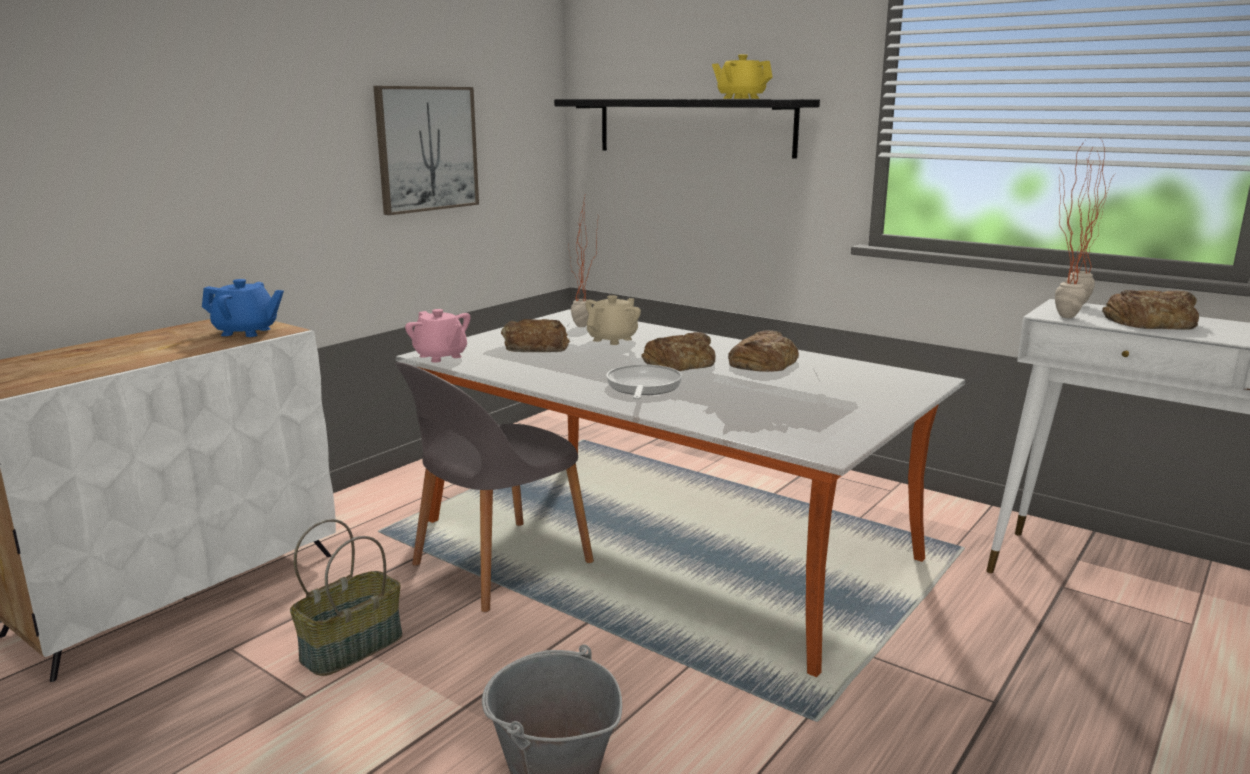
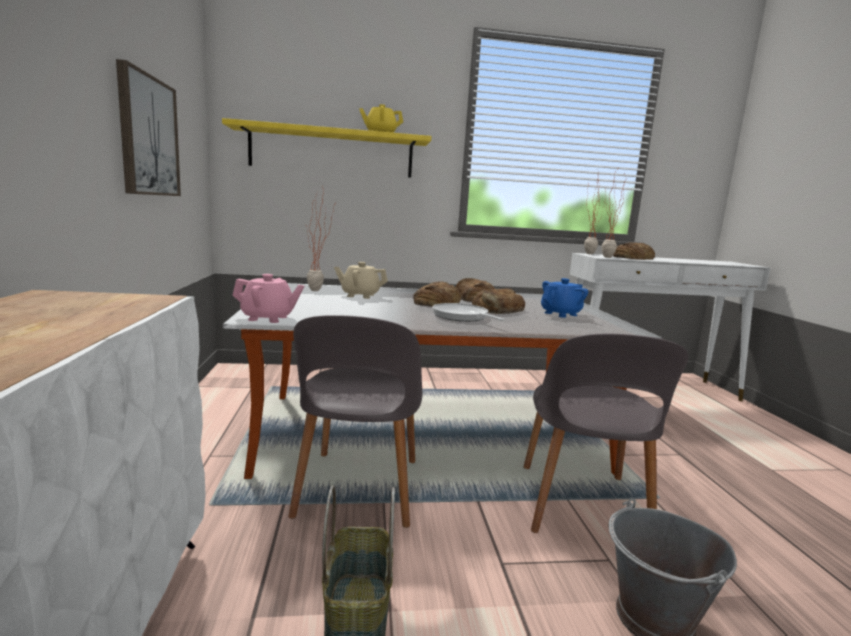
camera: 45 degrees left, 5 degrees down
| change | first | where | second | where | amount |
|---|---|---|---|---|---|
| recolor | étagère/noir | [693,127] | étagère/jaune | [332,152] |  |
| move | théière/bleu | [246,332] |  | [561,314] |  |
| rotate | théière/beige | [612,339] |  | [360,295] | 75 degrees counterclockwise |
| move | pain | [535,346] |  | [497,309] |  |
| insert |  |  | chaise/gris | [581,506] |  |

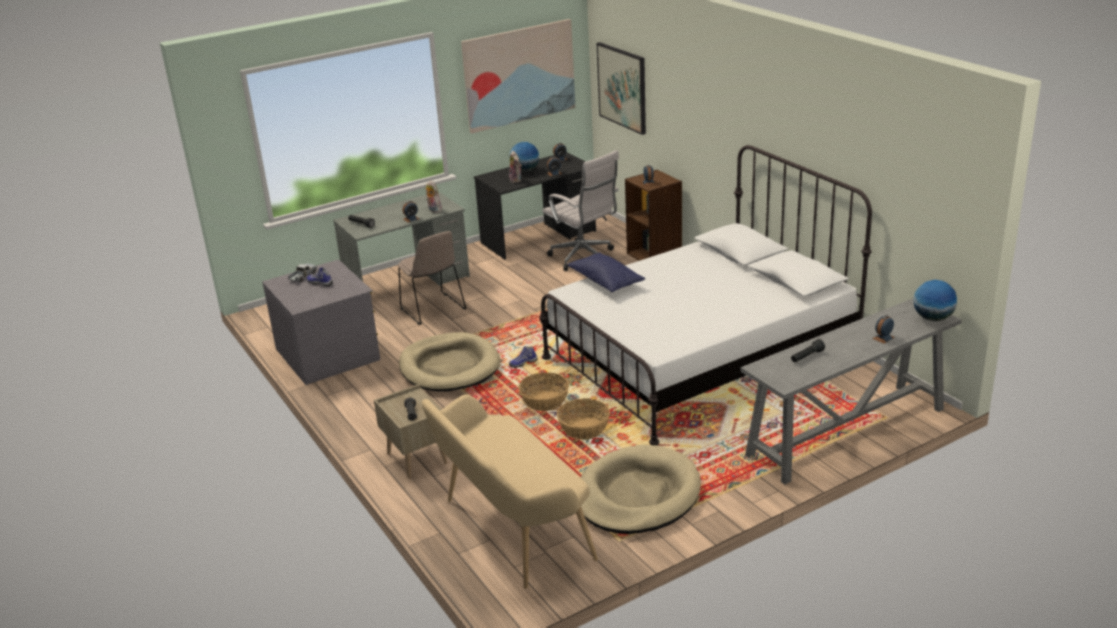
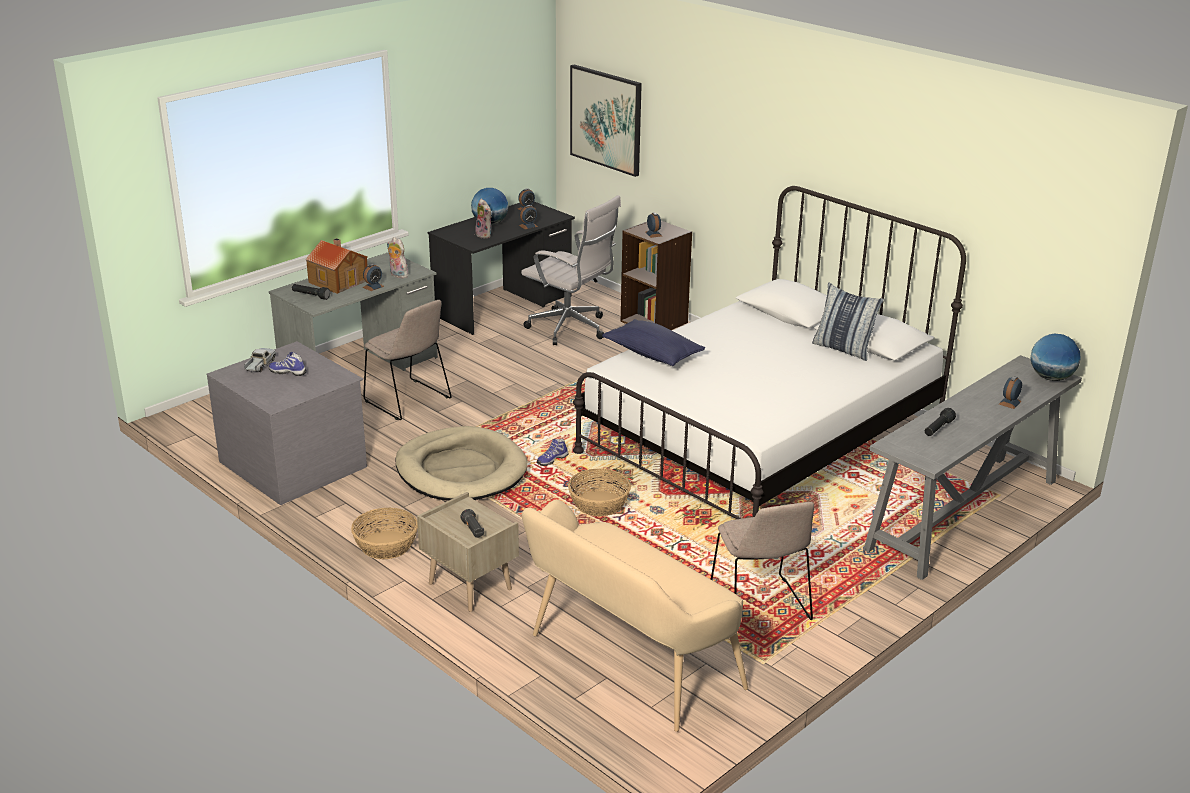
camera: 15 degrees left, 0 degrees up
| change | first | where | second | where | amount |
|---|---|---|---|---|---|
| delete | tableau | [519,75] |  |  |  |
| move | panier | [584,428] |  | [386,545] |  |
| replace | panier pour chien/beige | [637,495] | chaise/beige | [760,607] |  |
| insert |  |  | maison miniature | [338,281] |  |
| insert |  |  | coussin | [843,349] |  |

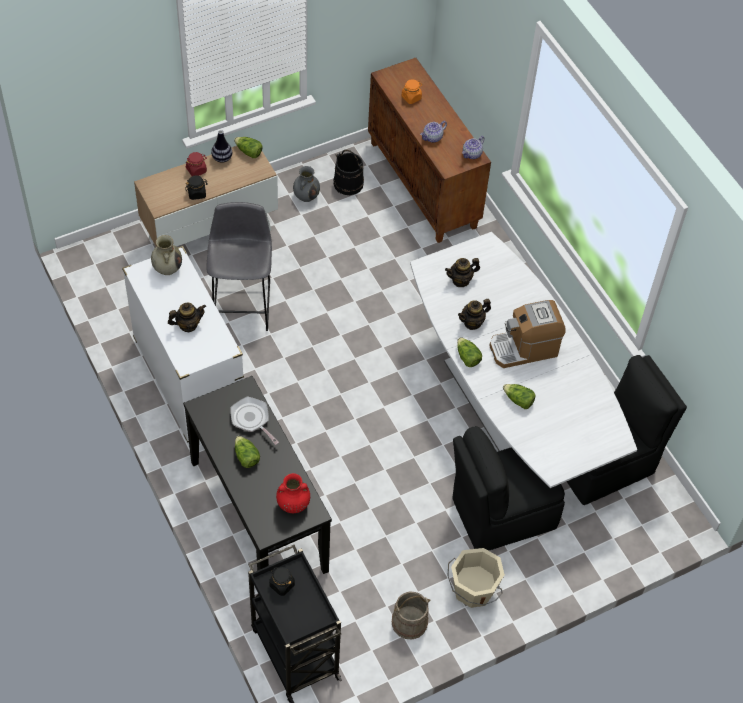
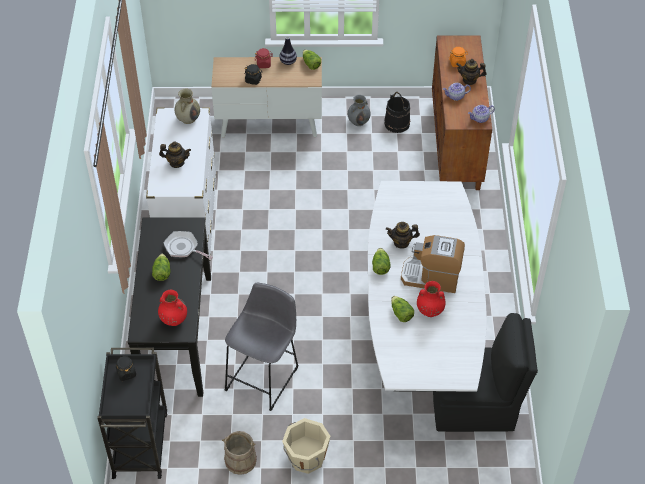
camera: 30 degrees right, 5 degrees down
| change | first | where | second | where | amount |
|---|---|---|---|---|---|
| move | tabouret/gris | [242,302] |  | [264,376] |  |
| move | théière | [461,280] |  | [469,80] |  |
| rotate | poêle | [252,419] |  | [183,248] | 45 degrees counterclockwise |
| delete | chaise/noir | [501,514] |  |  |  |
| insert |  |  | vase/rouge | [429,311] |  |

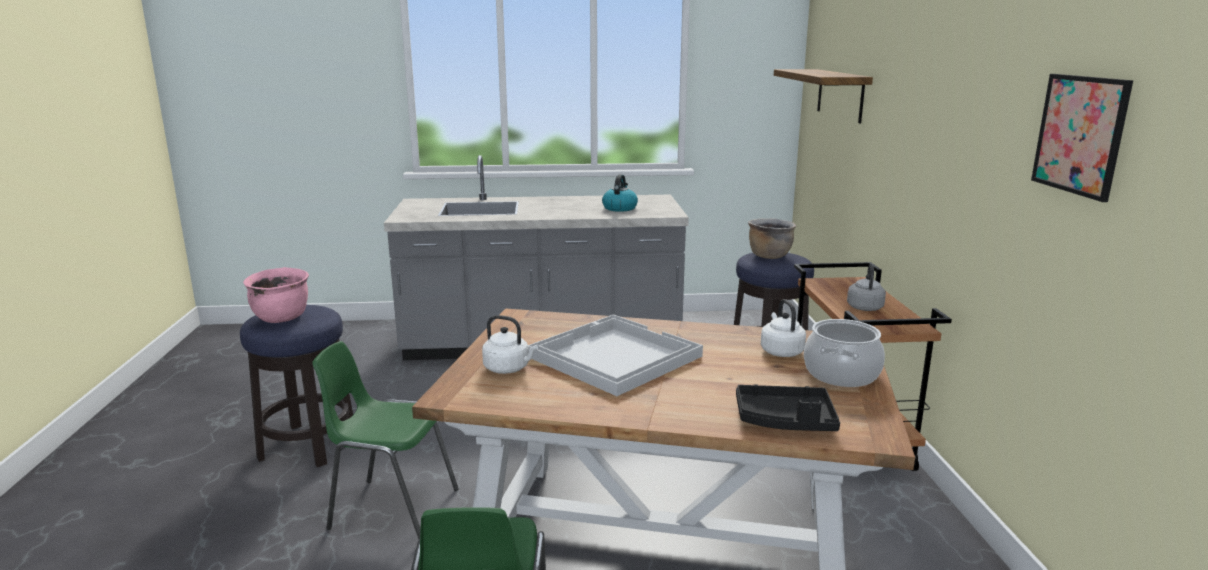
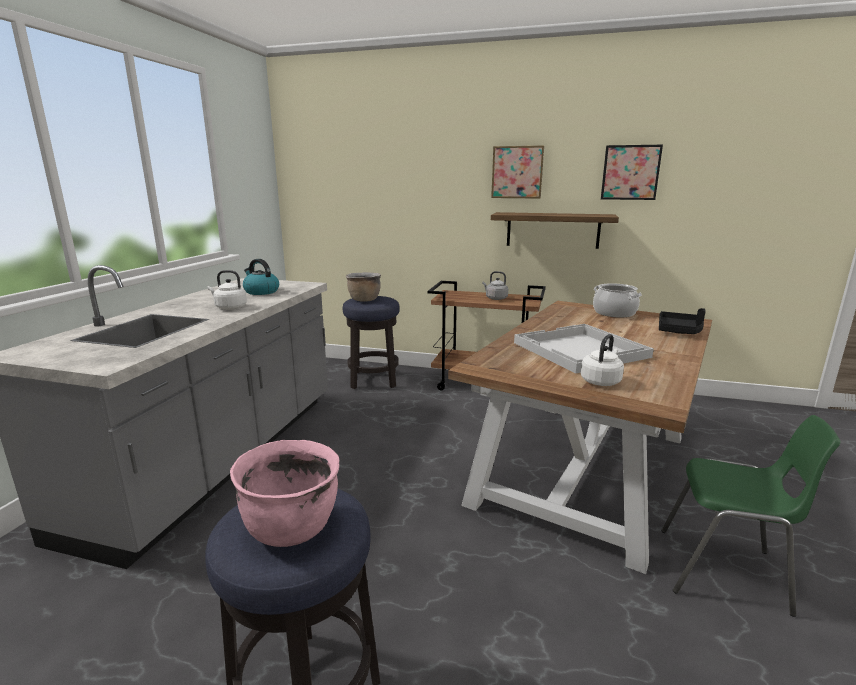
camera: 70 degrees left, 0 degrees up
| change | first | where | second | where | amount |
|---|---|---|---|---|---|
| move | étagère | [840,94] |  | [552,230] |  |
| move | bouilloire/blanc | [781,351] |  | [229,307] |  |
| delete | chaise/vert | [391,508] |  |  |  |
| insert |  |  | tableau | [517,172] |  |

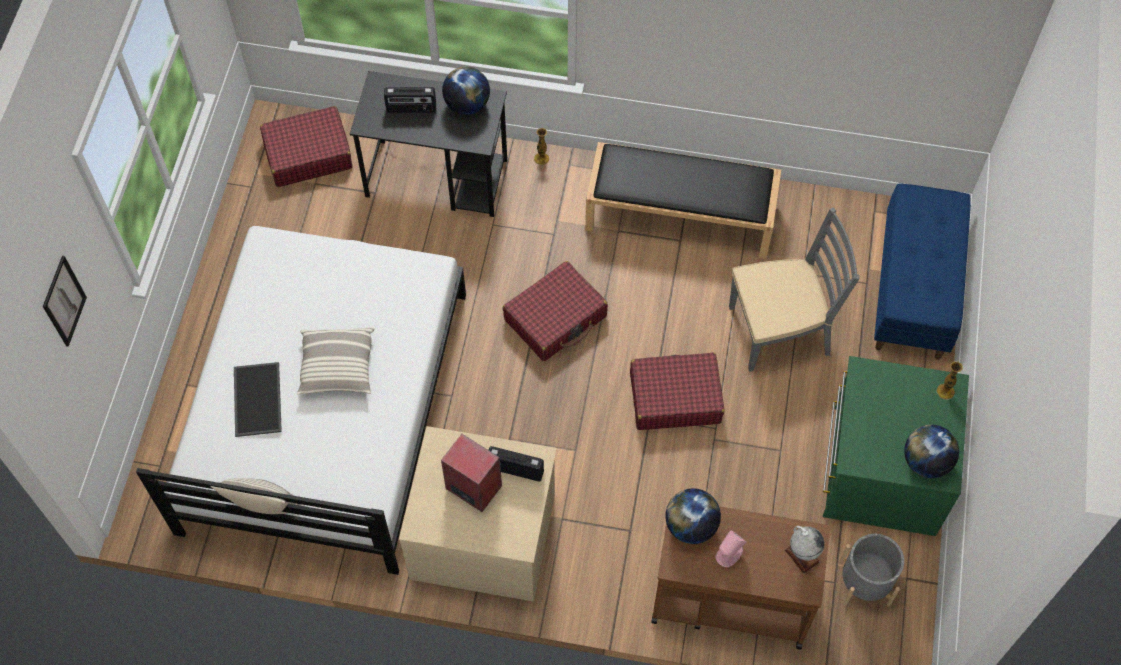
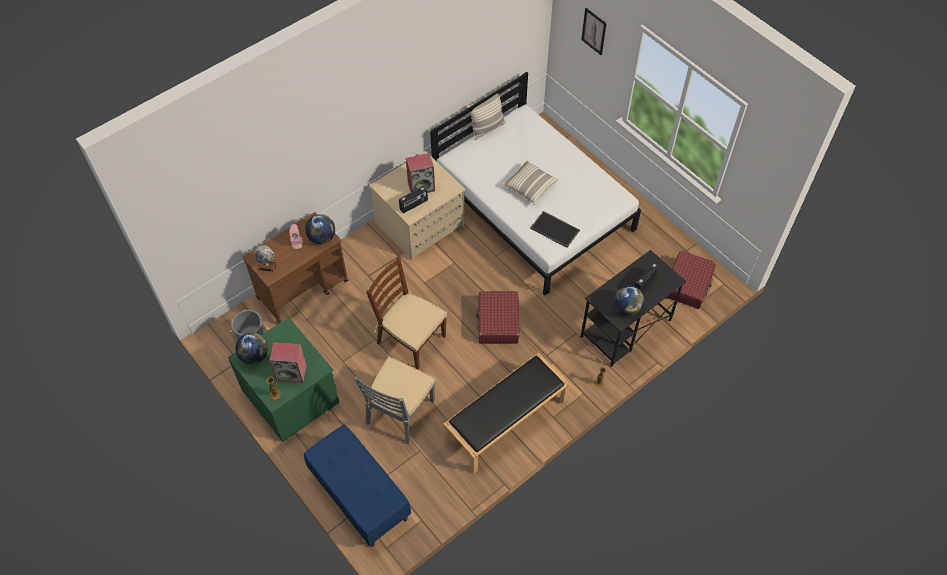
camera: 130 degrees right, 5 degrees down
| change | first | where | second | where | amount |
|---|---|---|---|---|---|
| replace | valise/rouge | [674,398] | chaise/marron | [410,339] |  |
| move | plateau | [256,399] |  | [555,229] |  |
| insert |  |  | enceinte | [292,372] |  |

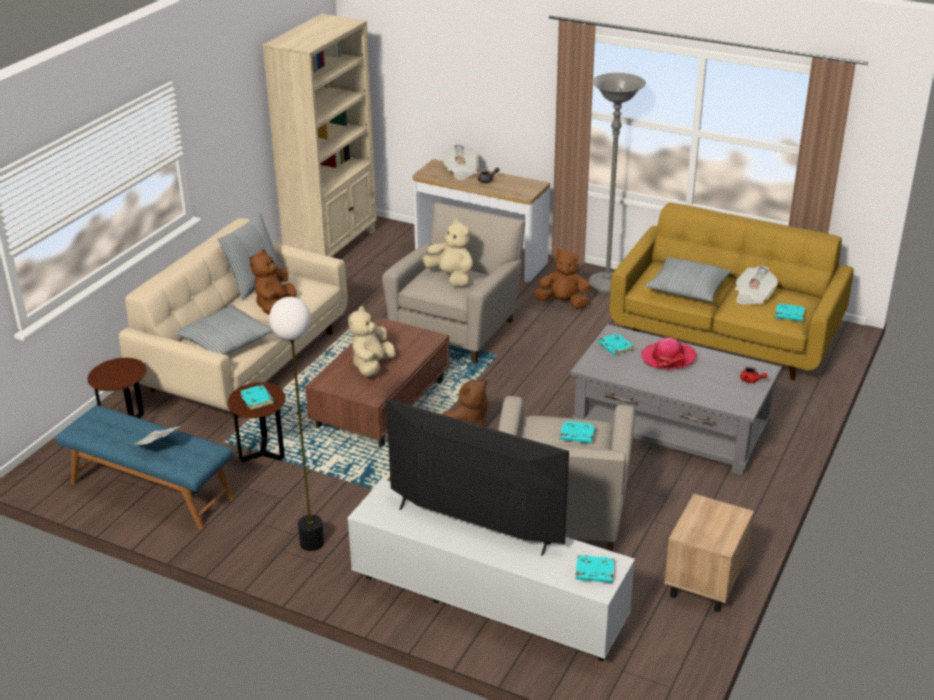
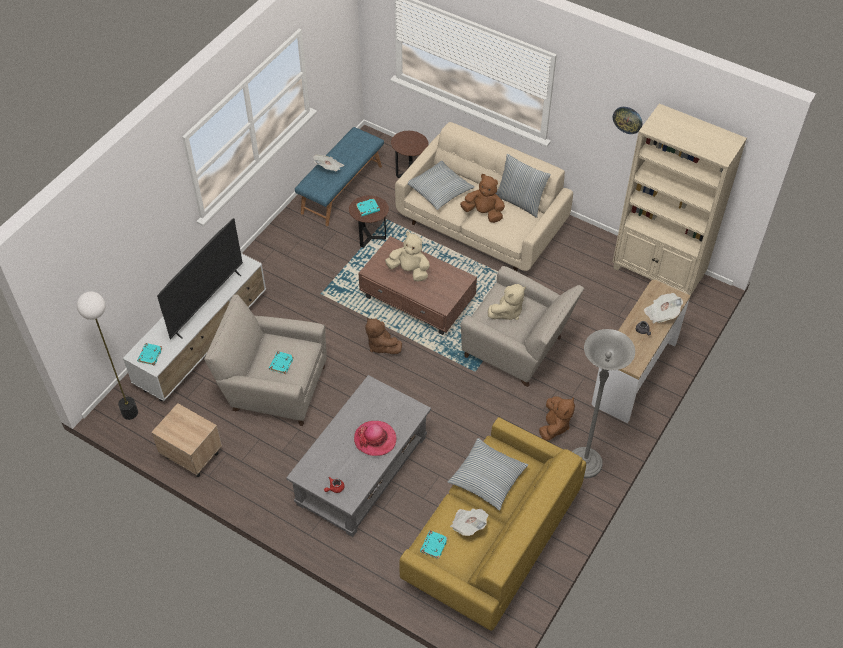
camera: 95 degrees right, 20 degrees up
| change | first | where | second | where | amount |
|---|---|---|---|---|---|
| move | lampadaire | [311,542] |  | [130,412] |  |
| delete | livre/turquoise | [615,347] |  |  |  |
| insert |  |  | horloge murale | [627,119] |  |

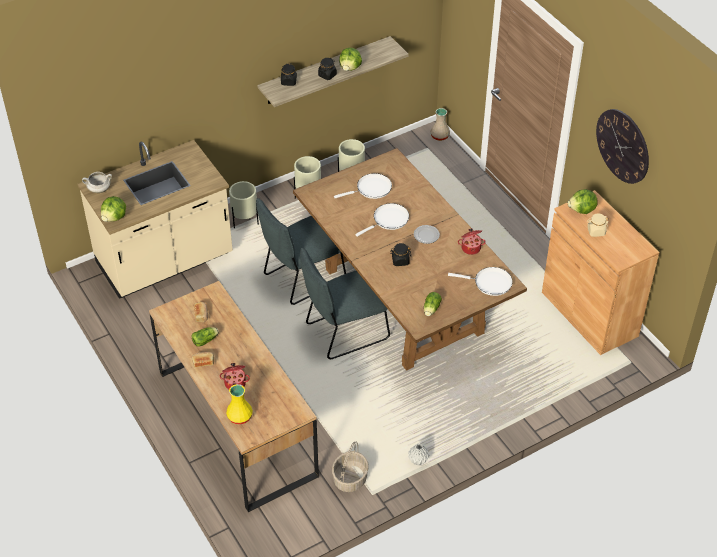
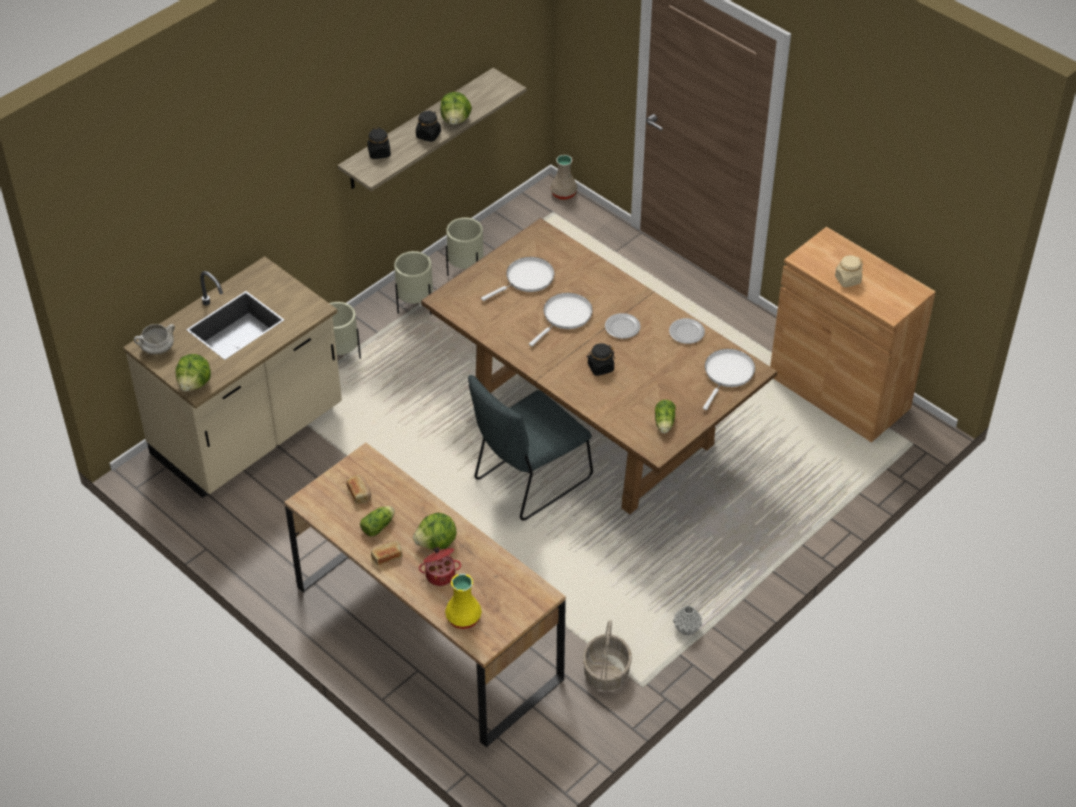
camera: 15 degrees left, 0 degrees up
| change | first | where | second | where | amount |
|---|---|---|---|---|---|
| delete | horloge murale | [623,146] |  |  |  |
| move | laitue | [582,210] |  | [436,543] |  |
| delete | chaise/gris | [301,279] |  |  |  |
| replace | marmite | [471,247] | assiette | [686,332] |  |
| rotate | poêle/blanc | [490,283] |  | [727,374] | 60 degrees counterclockwise |

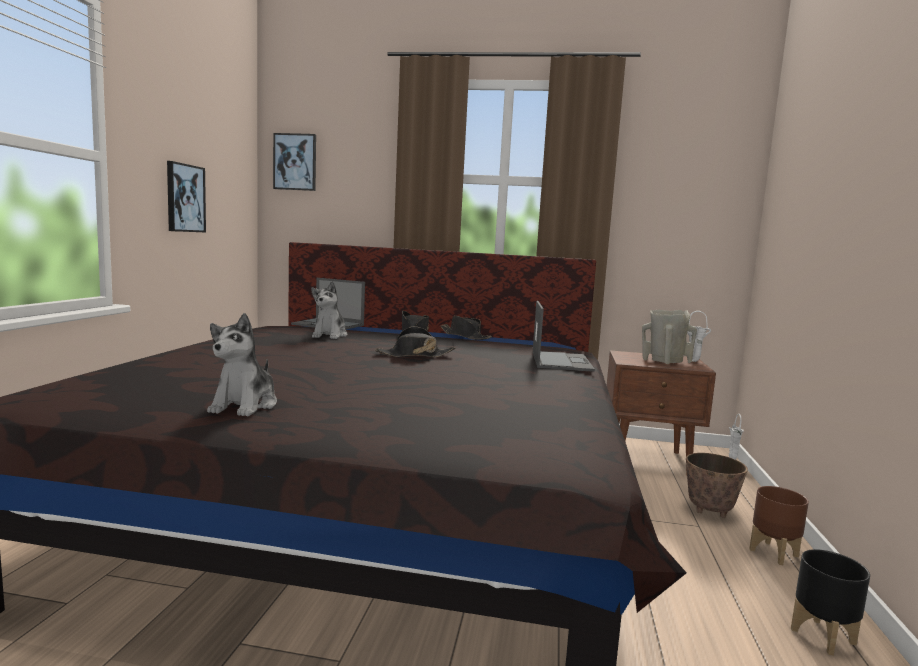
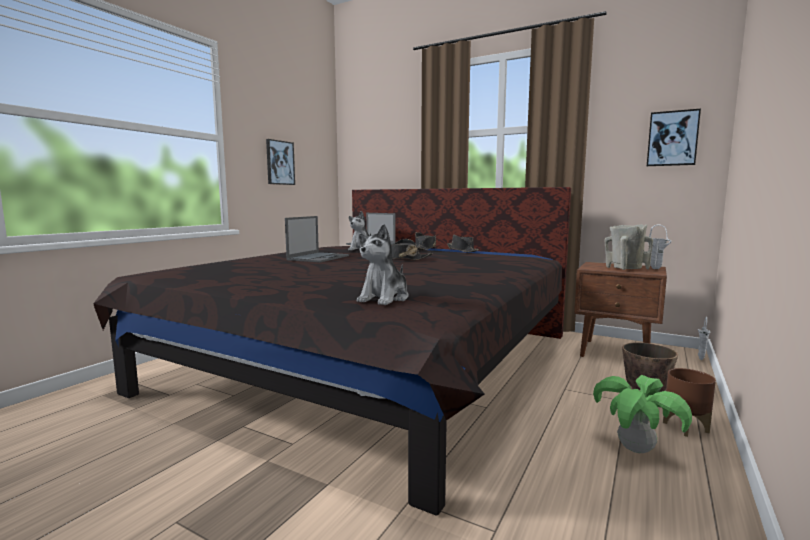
camera: 20 degrees right, 0 degrees up
| change | first | where | second | where | amount |
|---|---|---|---|---|---|
| move | tableau | [295,162] |  | [672,138] |  |
| move | ordinateur portable | [560,361] |  | [319,258] |  |
| move | peluche | [245,405] |  | [384,298] |  |
| delete | cache-pot/noir | [824,637] |  |  |  |
| insert |  |  | plante en pot | [636,449] |  |

